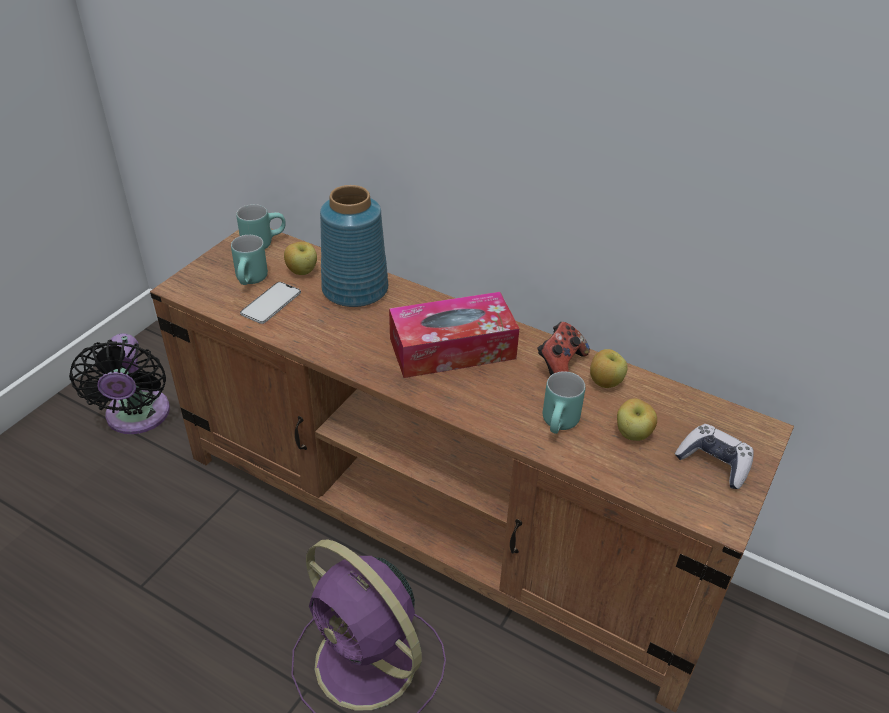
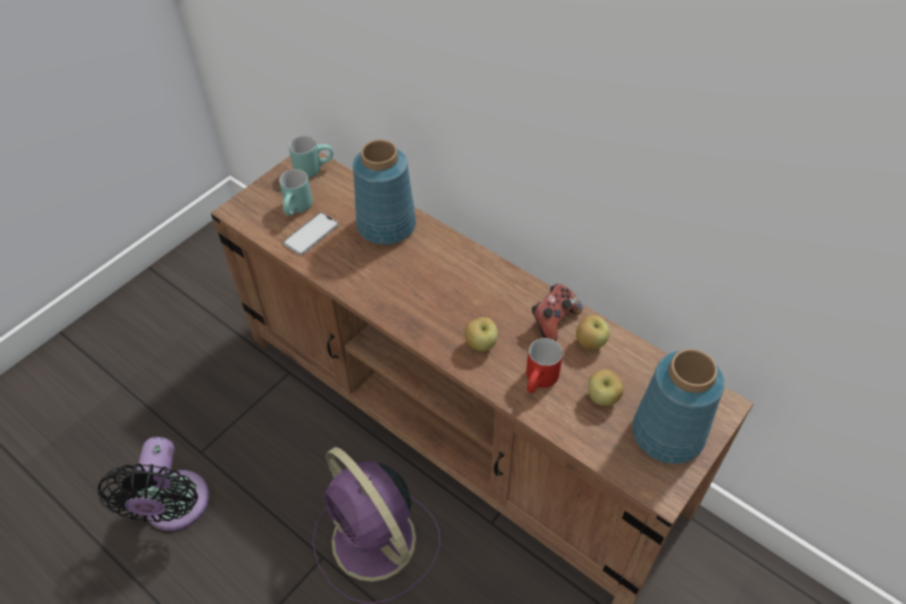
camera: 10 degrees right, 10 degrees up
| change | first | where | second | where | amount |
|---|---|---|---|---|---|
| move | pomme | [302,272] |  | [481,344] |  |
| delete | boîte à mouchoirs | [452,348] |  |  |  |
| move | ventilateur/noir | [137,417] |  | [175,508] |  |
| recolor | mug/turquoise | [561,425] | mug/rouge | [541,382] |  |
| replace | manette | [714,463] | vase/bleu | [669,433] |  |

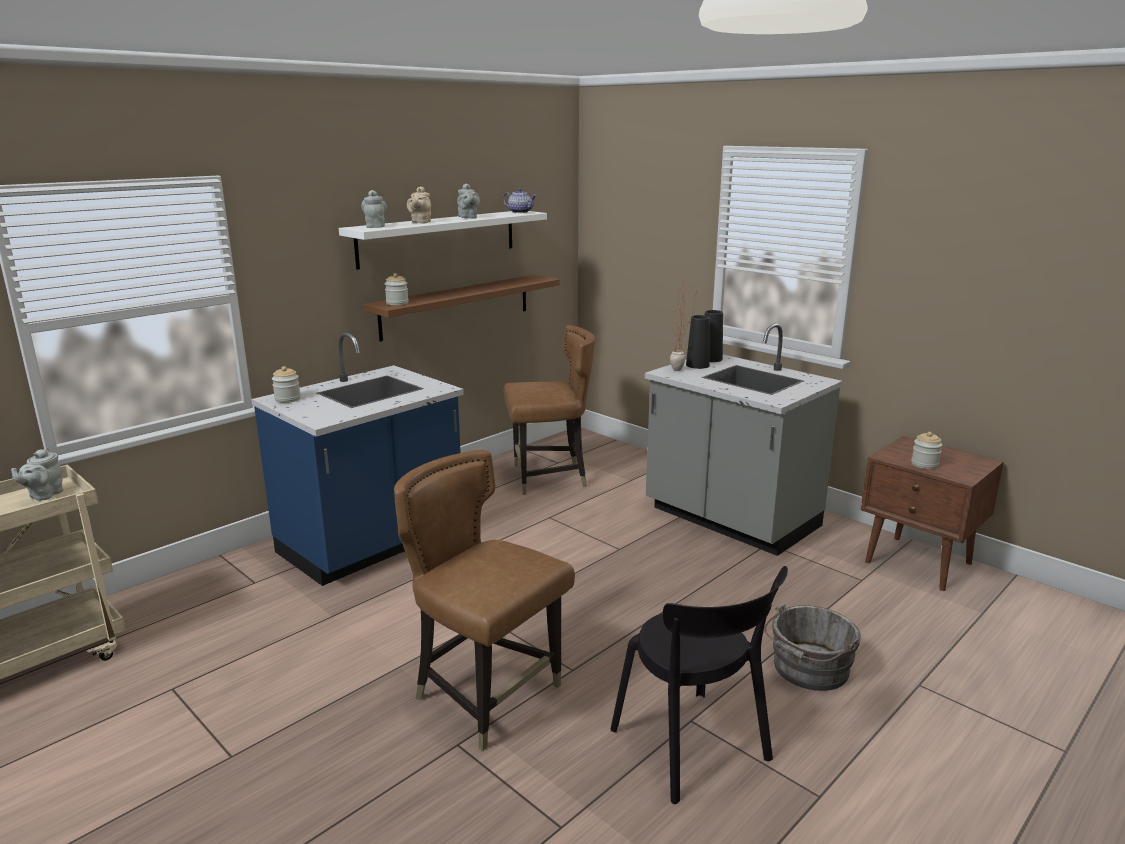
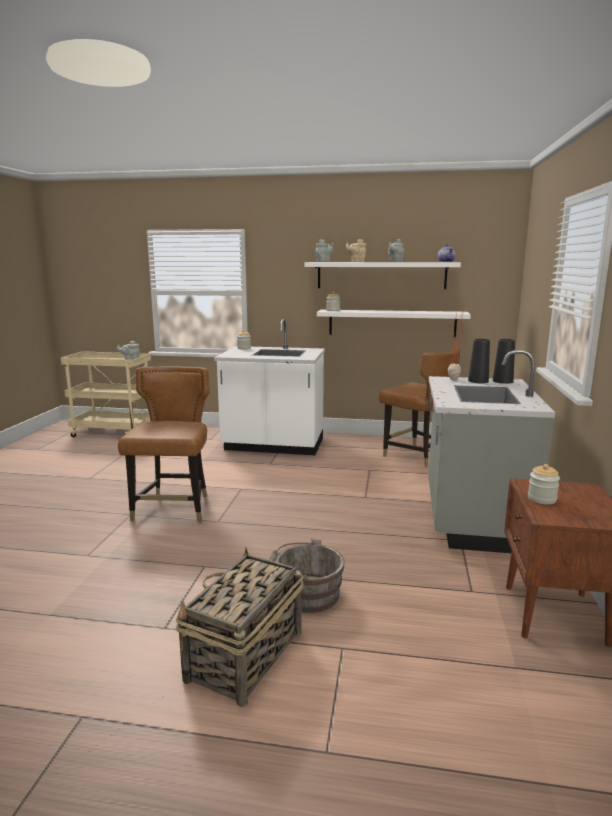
camera: 55 degrees right, 5 degrees down
| change | first | where | second | where | amount |
|---|---|---|---|---|---|
| recolor | étagère/marron | [457,306] | étagère/blanc | [391,323] |  |
| recolor | comptoir de cuisine/bleu | [372,544] | comptoir de cuisine/blanc | [273,445] |  |
| delete | chaise/noir | [693,749] |  |  |  |
| insert |  |  | panier | [244,656] |  |

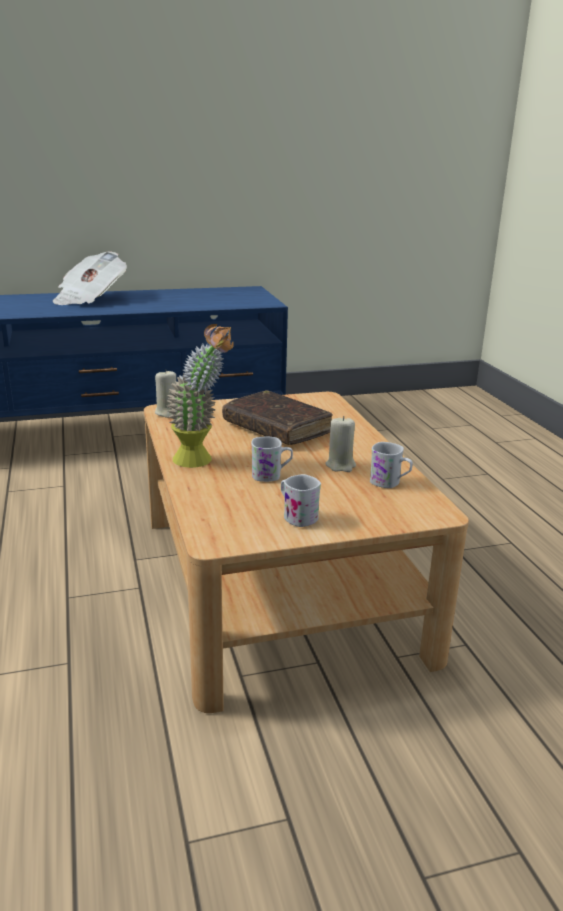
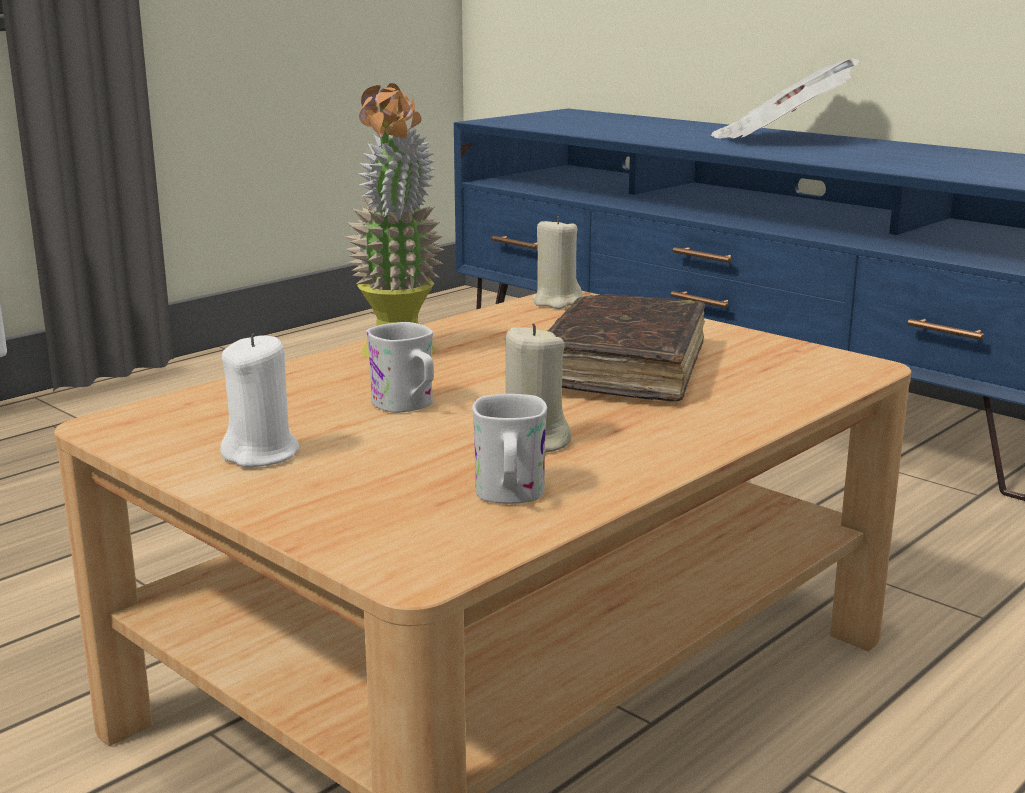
camera: 60 degrees right, 5 degrees down
| change | first | where | second | where | amount |
|---|---|---|---|---|---|
| replace | mug/blanc | [296,516] | bougie/blanc | [261,454] |  |

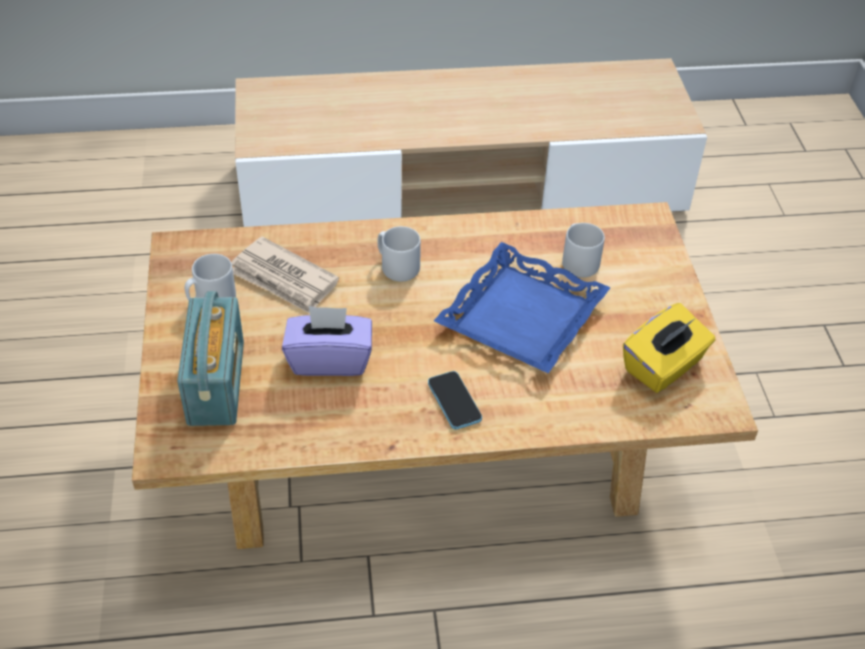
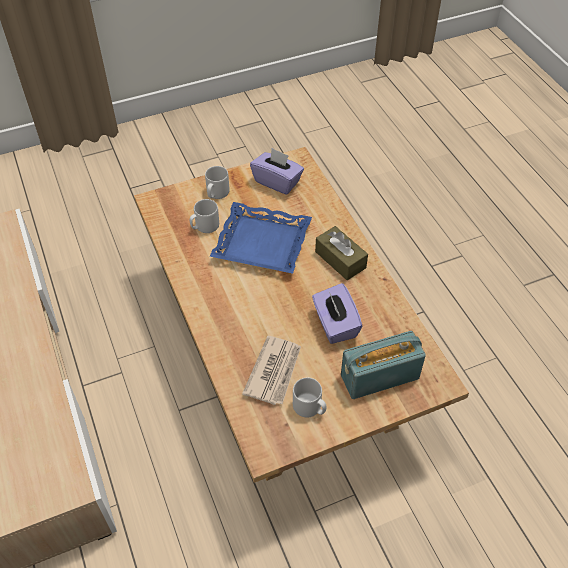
camera: 105 degrees left, 5 degrees up
| change | first | where | second | where | amount |
|---|---|---|---|---|---|
| move | mug/gris | [397,266] |  | [216,193] |  |
| recolor | boîte à mouchoirs/jaune | [663,367] | boîte à mouchoirs/violet | [277,181] |  |
| replace | téléphone | [454,401] | boîte à mouchoirs/marron | [340,260] |  |

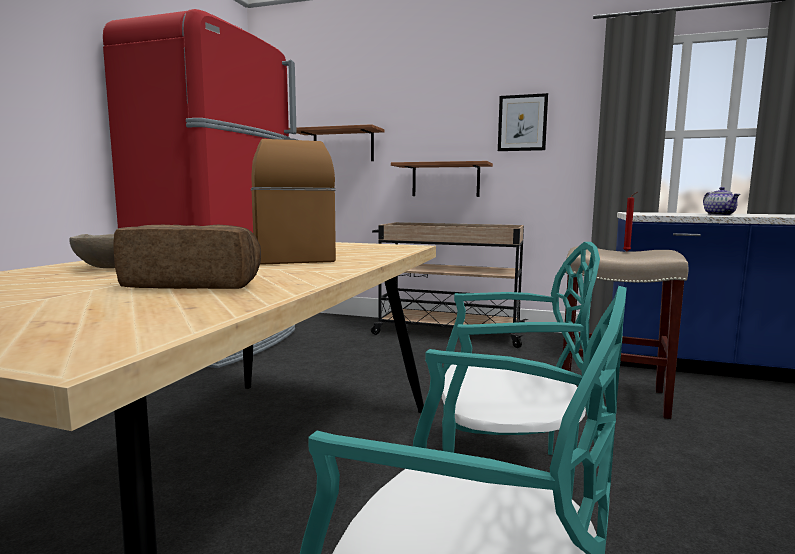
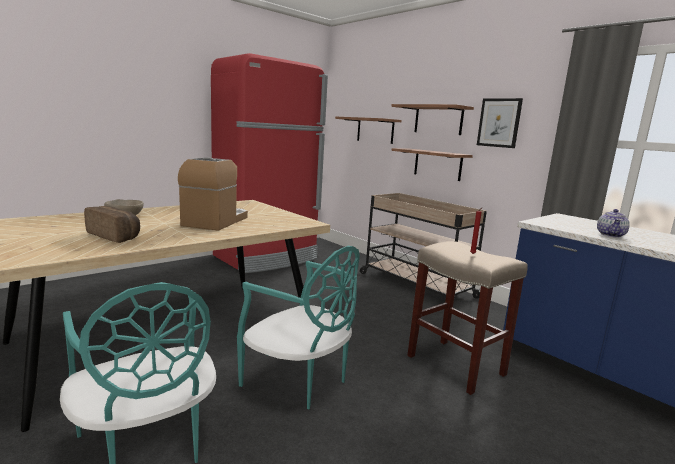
camera: 30 degrees right, 5 degrees up
| change | first | where | second | where | amount |
|---|---|---|---|---|---|
| insert |  |  | étagère | [438,120] |  |

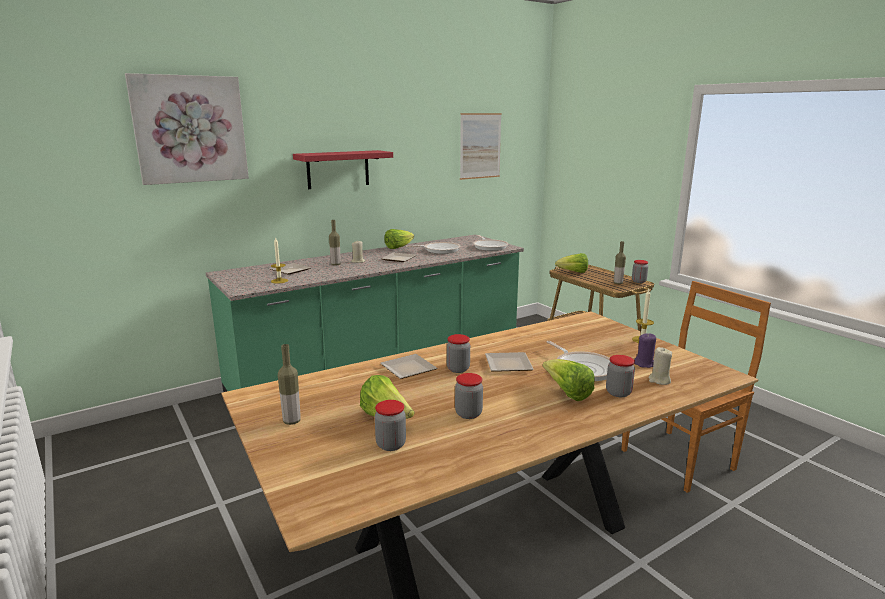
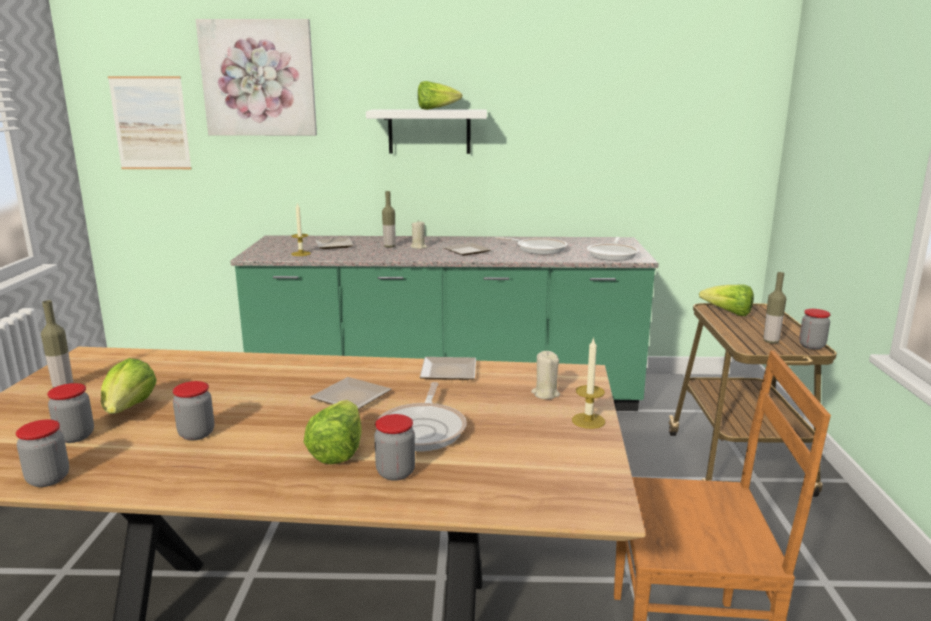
camera: 35 degrees right, 0 degrees up
| change | first | where | second | where | amount |
|---|---|---|---|---|---|
| move | tableau | [480,146] |  | [150,123] |  |
| recolor | étagère/rouge | [338,169] | étagère/blanc | [429,131] |  |
| move | laitue | [398,247] |  | [436,109] |  |
| delete | bougie/violet | [644,364] |  |  |  |
| move | bocal | [458,369] |  | [48,479] |  |
| move | bougie/beige | [659,380] |  | [545,394] |  |
| move | assiette | [408,370] |  | [446,372] |  |

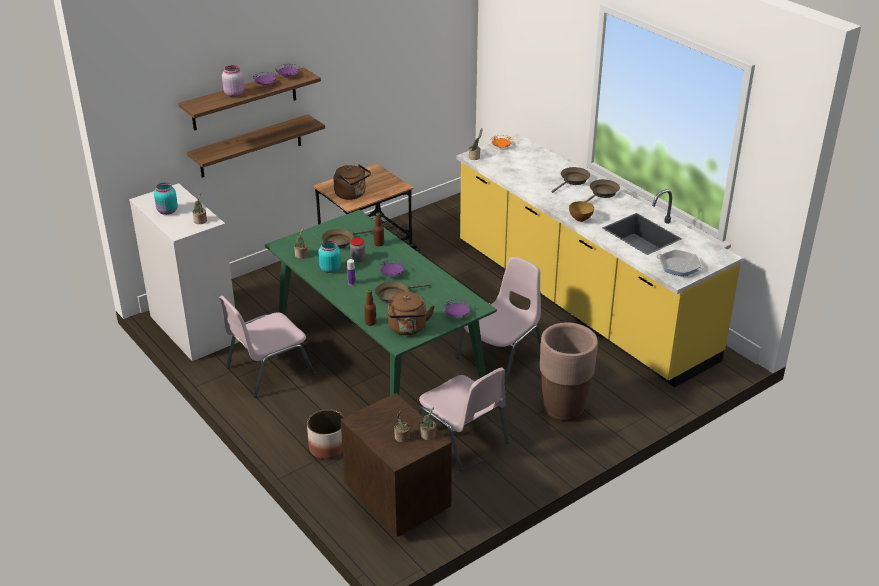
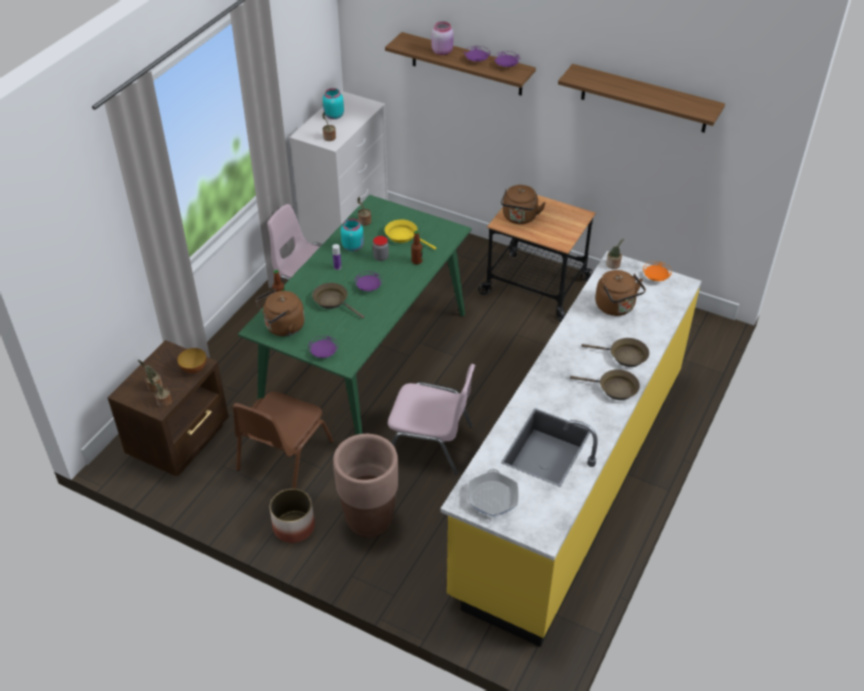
camera: 65 degrees right, 10 degrees up
| change | first | where | second | where | amount |
|---|---|---|---|---|---|
| move | étagère | [250,146] |  | [644,99] |  |
| move | bol | [580,219] |  | [194,369] |  |
| recolor | poêle/marron | [340,241] | poêle/jaune | [404,236] |  |
| recolor | chaise/rose | [462,439] | chaise/marron | [283,456] |  |
| move | cache-pot | [327,447] |  | [293,526] |  |
| insert |  |  | bouilloire/marron | [616,307] |  |

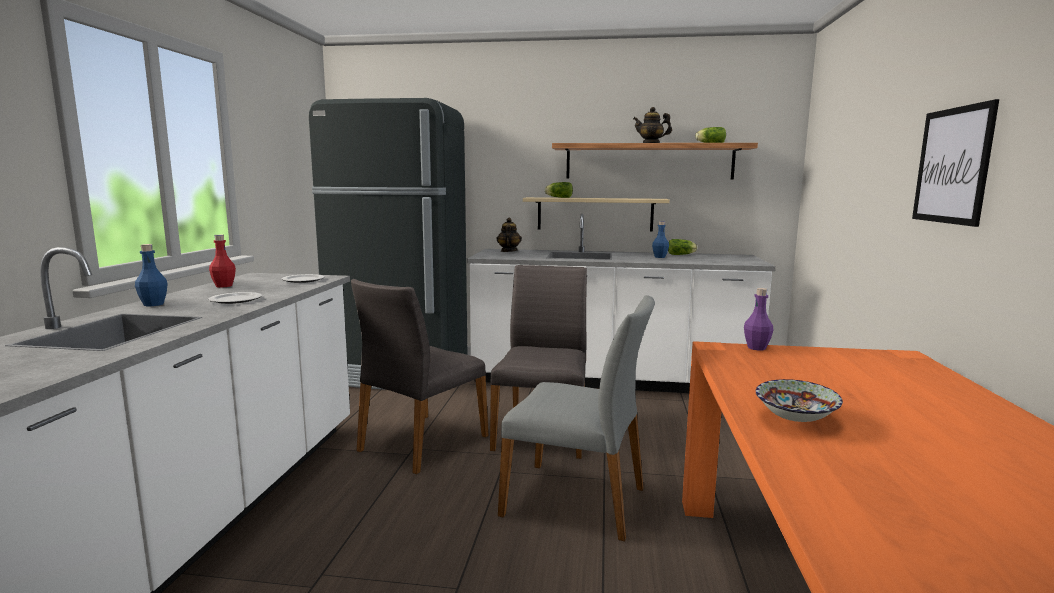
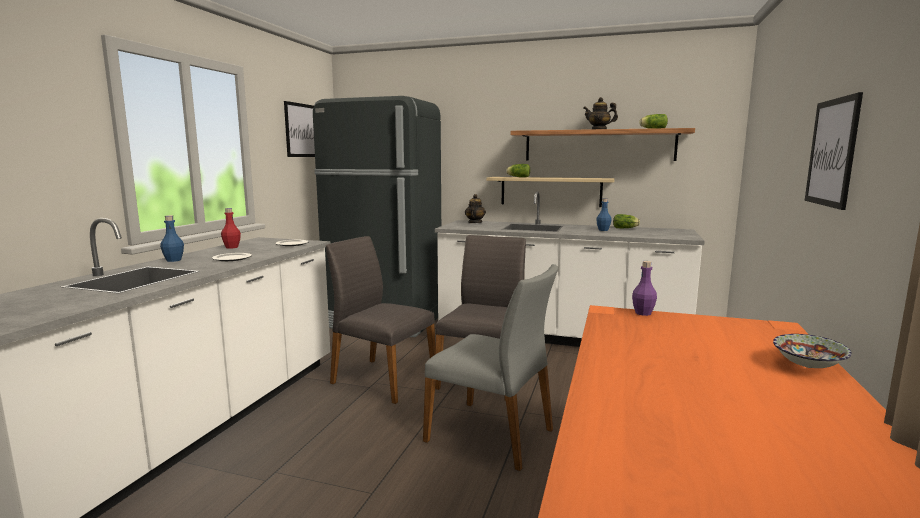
camera: 10 degrees right, 0 degrees up
| change | first | where | second | where | amount |
|---|---|---|---|---|---|
| rotate | chaise/gris | [421,443] |  | [382,379] | 75 degrees clockwise |
| move | bol | [794,419] |  | [807,366] |  |
| insert |  |  | tableau | [301,130] |  |

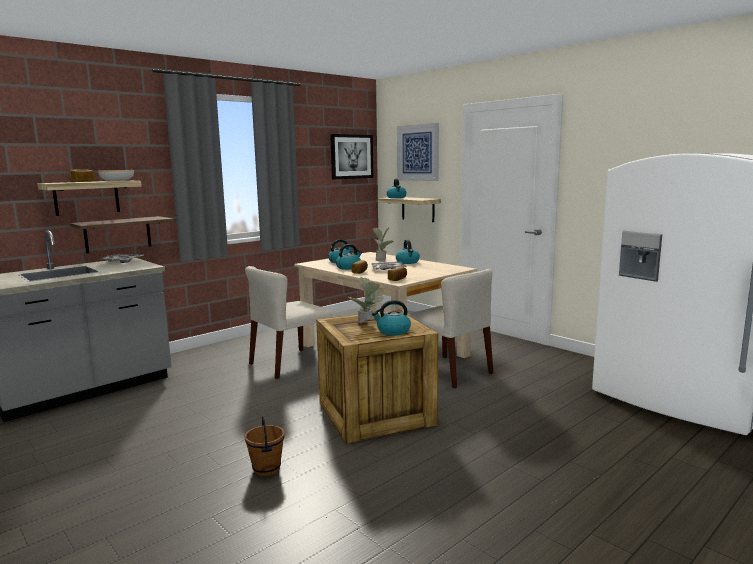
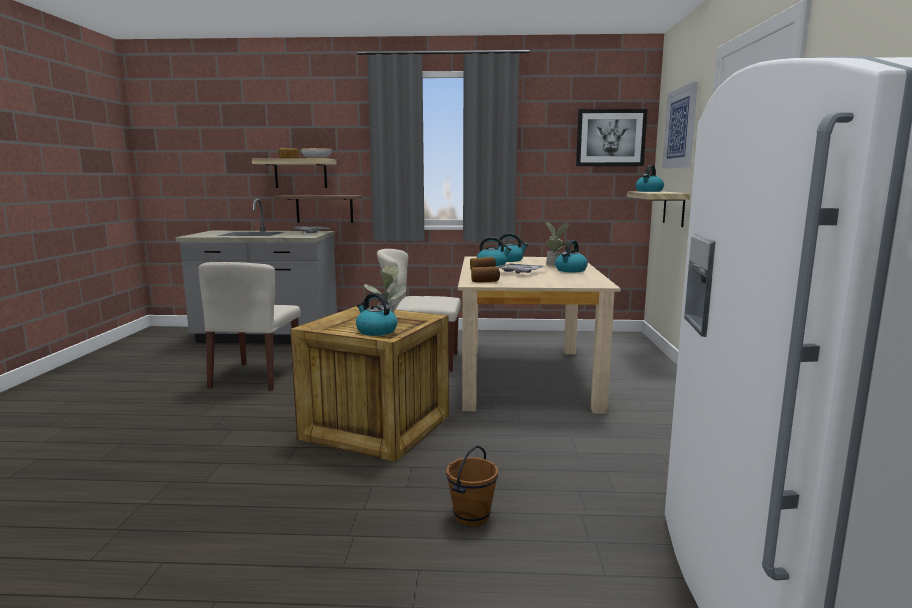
camera: 45 degrees right, 0 degrees up
| change | first | where | second | where | amount |
|---|---|---|---|---|---|
| move | chaise/beige | [450,371] |  | [256,376] |  |
| move | seau/marron | [267,469] |  | [472,516] |  |

